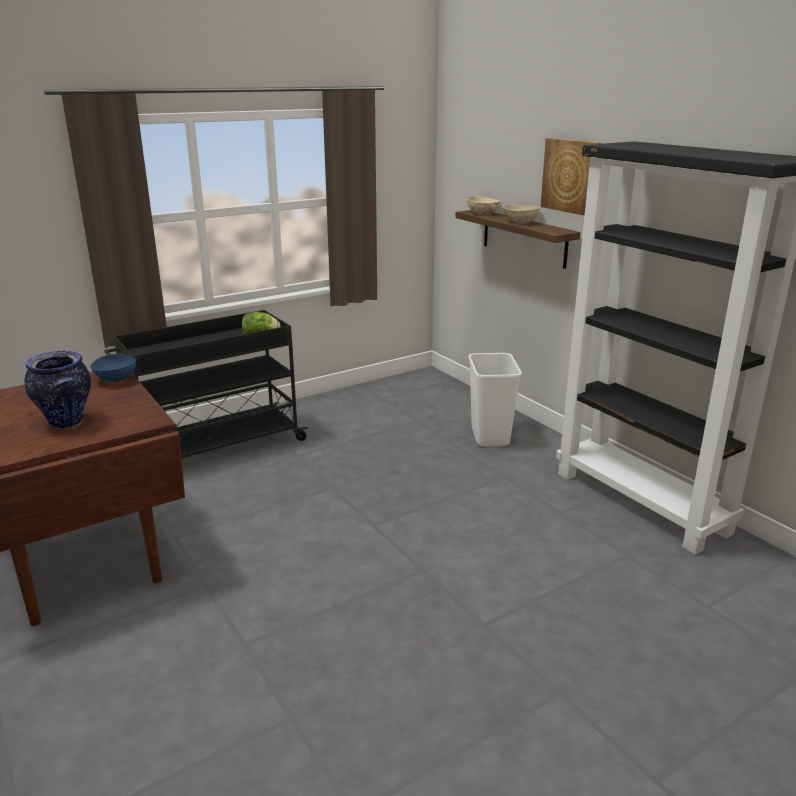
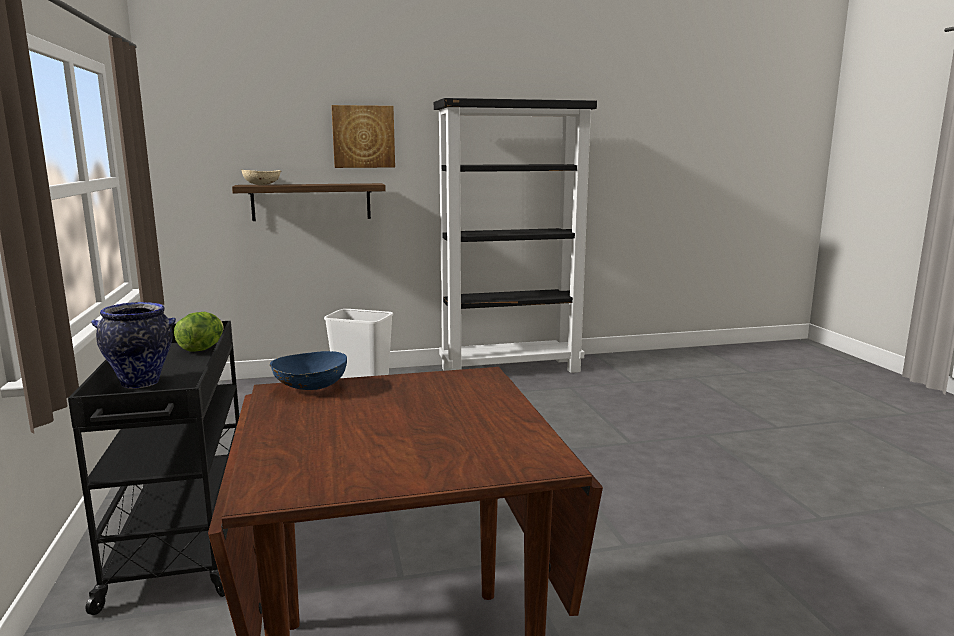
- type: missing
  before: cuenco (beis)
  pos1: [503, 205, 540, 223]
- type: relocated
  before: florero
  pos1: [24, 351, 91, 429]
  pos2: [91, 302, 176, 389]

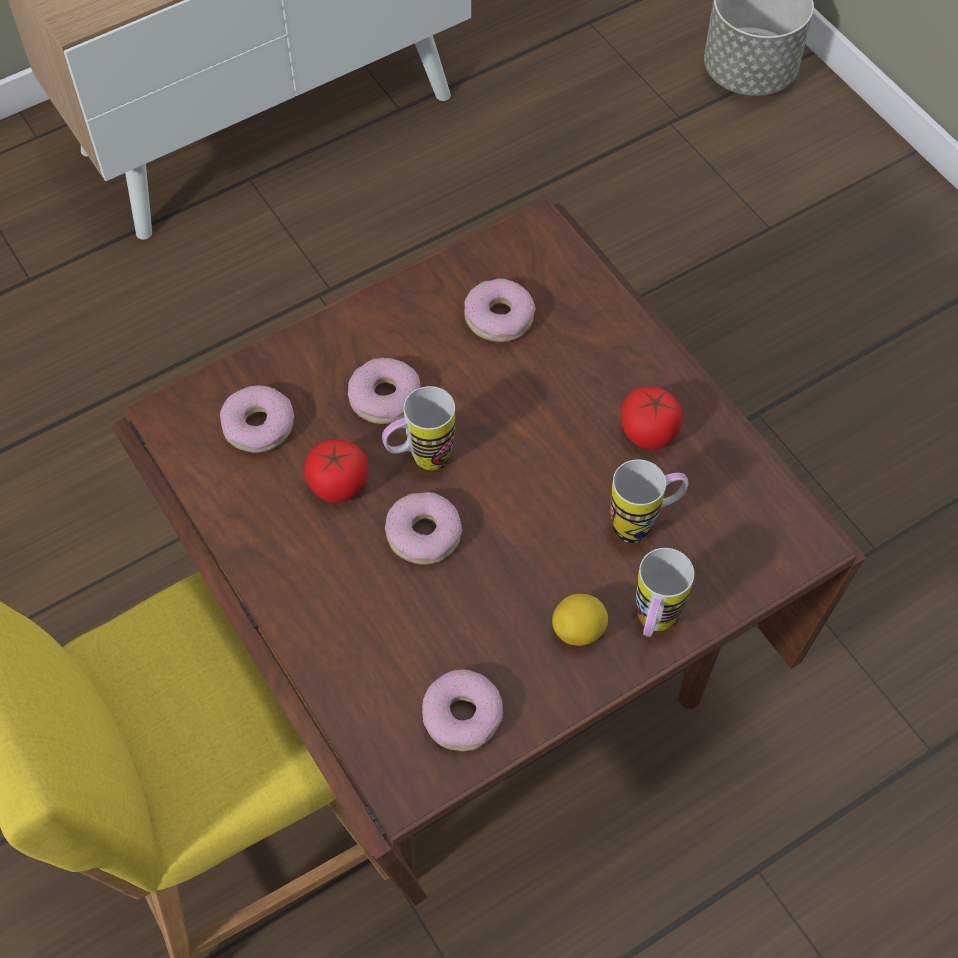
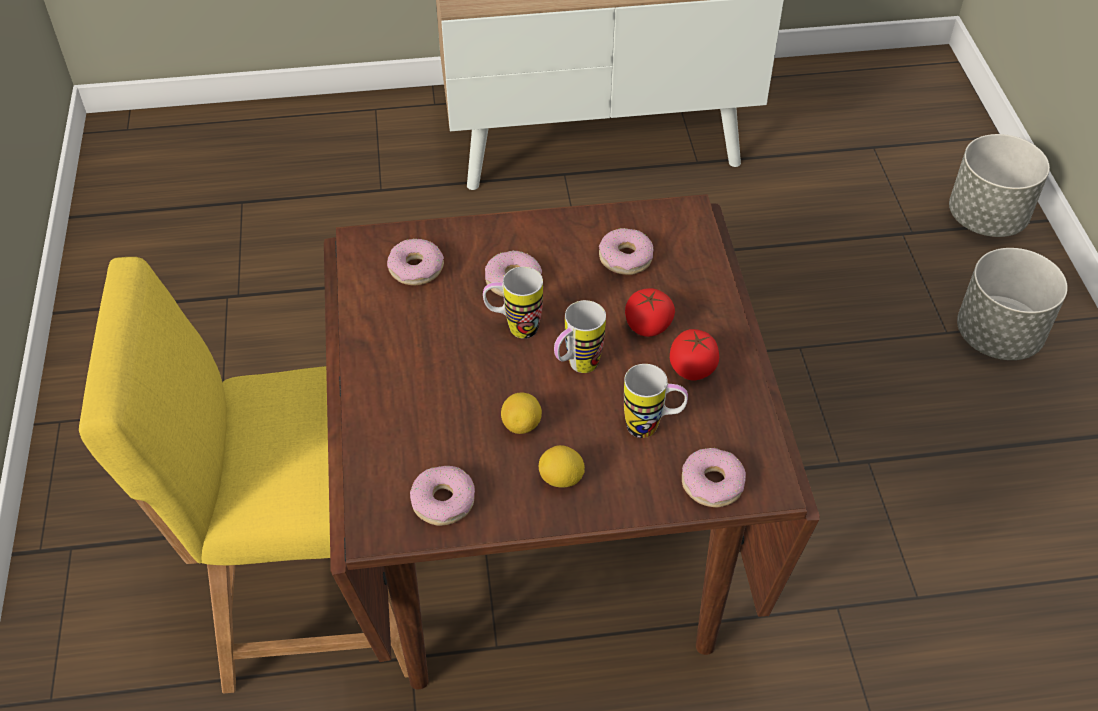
- type: relocated
  before: tomate
  pos1: [304, 440, 368, 503]
  pos2: [625, 288, 675, 337]
- type: relocated
  before: rosquilla
  pos1: [385, 492, 462, 564]
  pos2: [682, 448, 746, 508]
- type: relocated
  before: taza grande
  pos1: [636, 548, 694, 637]
  pos2: [554, 300, 606, 373]
- type: appeared
  after: maceta (gris)
  pos2: [957, 248, 1068, 360]
- type: appeared
  after: limón
  pos2: [501, 393, 542, 434]

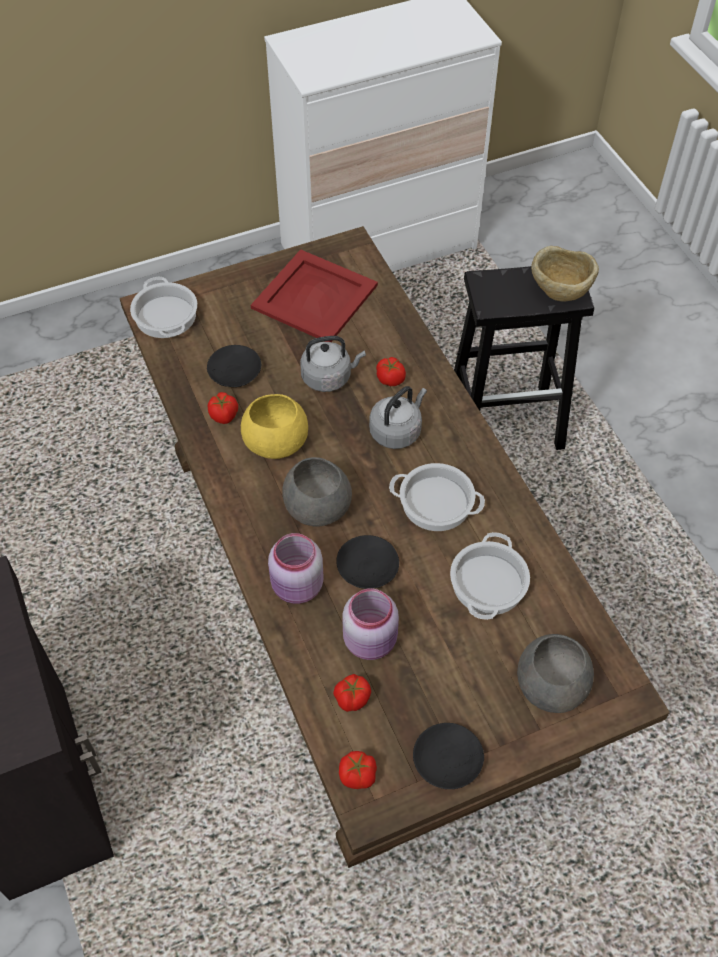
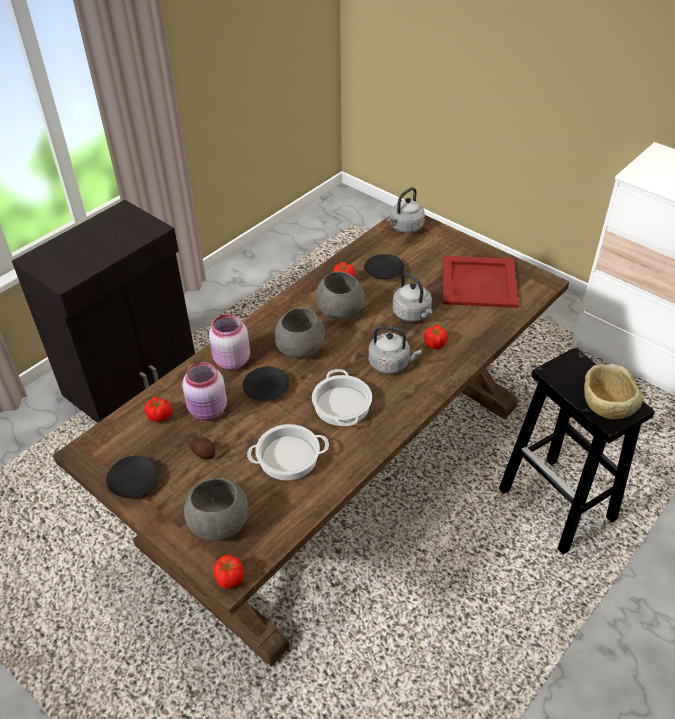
- type: exchanged
  before: olla
  after: hervidor (gris)
  pos1: [130, 277, 197, 338]
  pos2: [386, 187, 425, 233]
- type: colour
  before: cuenco (amarillo)
  after: cuenco (gris)
  pos1: [241, 394, 308, 459]
  pos2: [316, 271, 365, 319]
- type: relocated
  before: tomate
  pos1: [339, 751, 377, 789]
  pos2: [213, 554, 244, 589]
- type: appeared
  after: patata
  pos2: [190, 438, 215, 460]

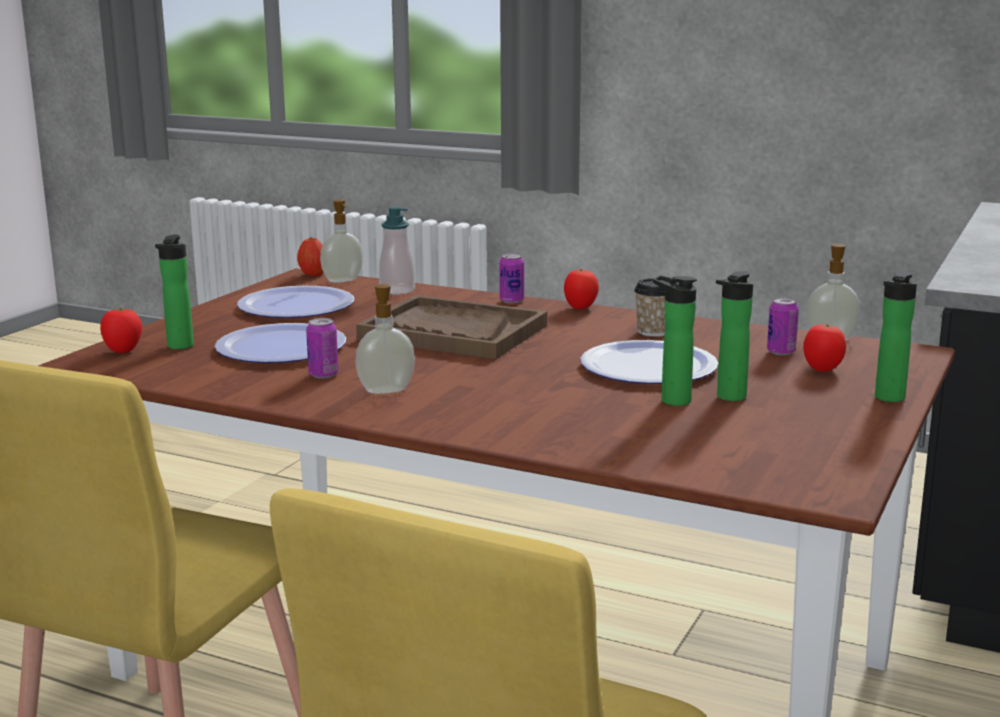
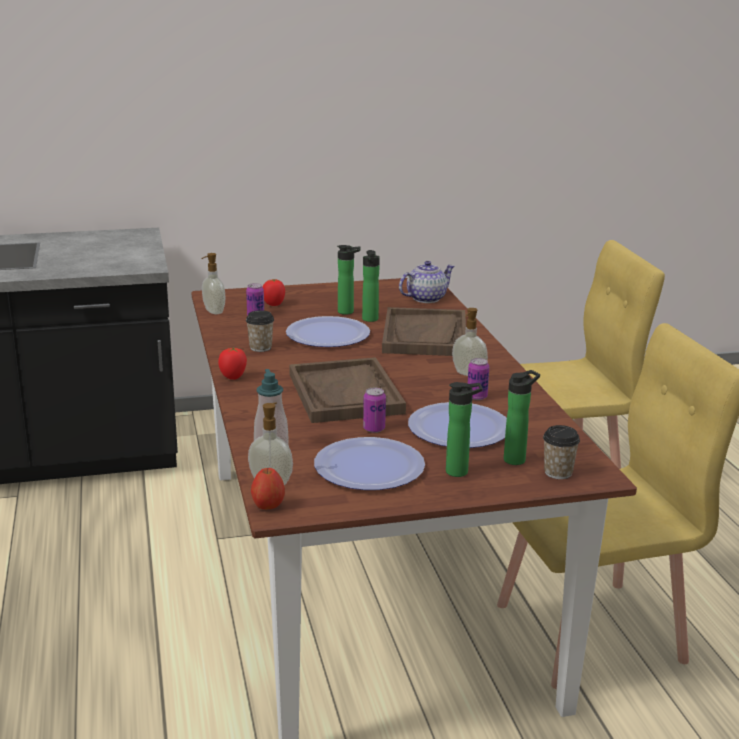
- type: relocated
  before: lata
  pos1: [499, 253, 524, 303]
  pos2: [363, 387, 386, 433]
- type: relocated
  before: botella
  pos1: [875, 271, 917, 402]
  pos2: [446, 382, 483, 477]
- type: exchanged
  before: tomate
  after: taza
  pos1: [100, 308, 142, 353]
  pos2: [543, 425, 580, 479]
- type: appeared
  after: tetera
  pos2: [399, 261, 455, 303]
- type: appeared
  after: bandeja (marrón)
  pos2: [382, 307, 466, 356]

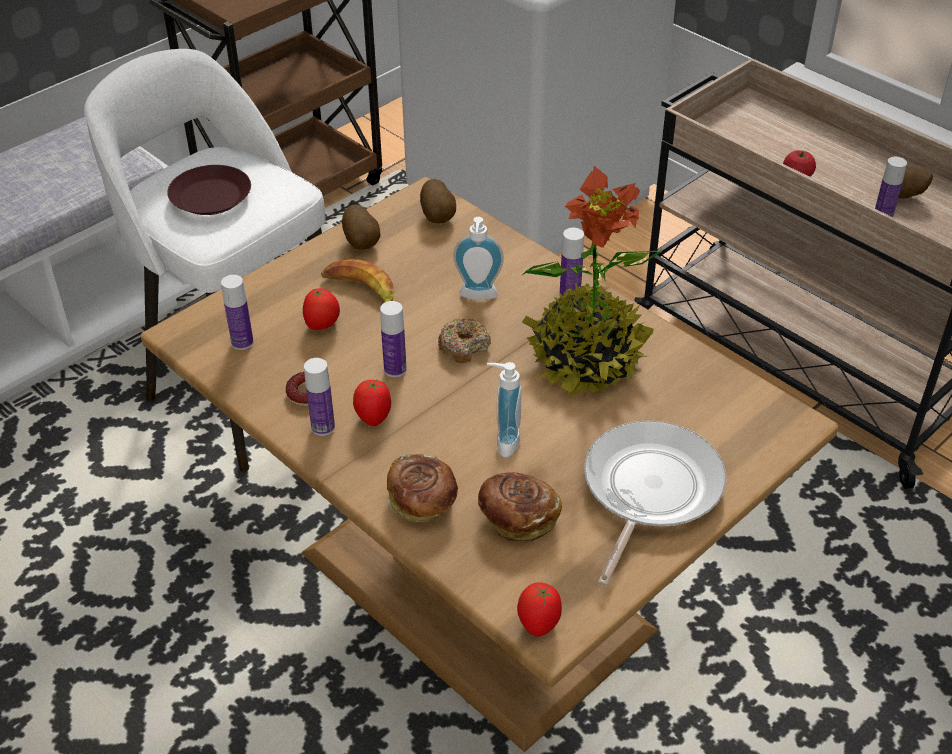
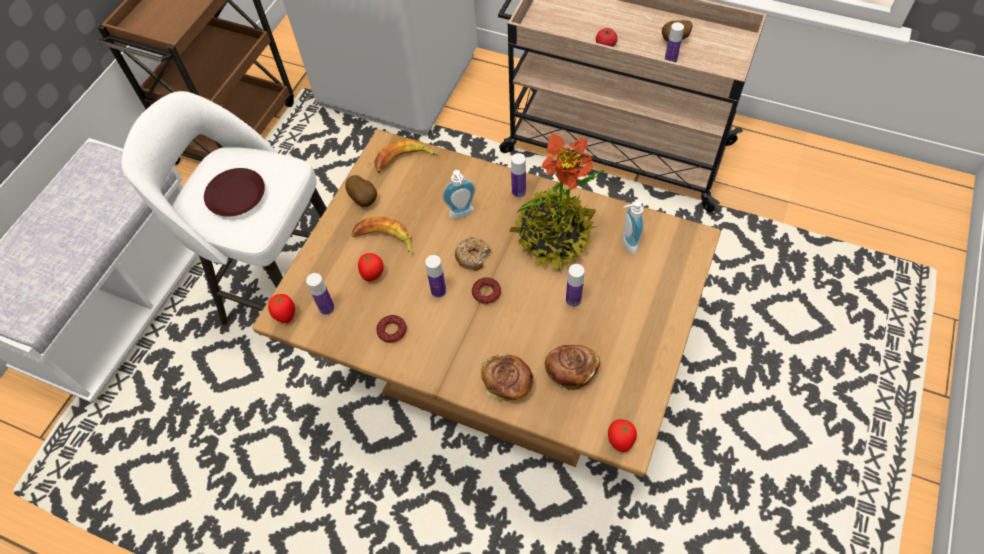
- type: exchanged
  before: patata
  after: plátano
  pos1: [420, 179, 456, 224]
  pos2: [374, 139, 438, 173]
- type: relocated
  before: botella
  pos1: [304, 358, 335, 436]
  pos2: [566, 264, 584, 307]
- type: relocated
  before: dispensador de jabón
  pos1: [487, 362, 522, 457]
  pos2: [623, 201, 644, 254]
- type: relocated
  before: tomate
  pos1: [353, 378, 391, 426]
  pos2: [268, 294, 295, 323]
- type: missing
  before: sartén
  pos1: [584, 420, 726, 587]
- type: appeared
  after: rosquilla
  pos2: [472, 277, 501, 304]

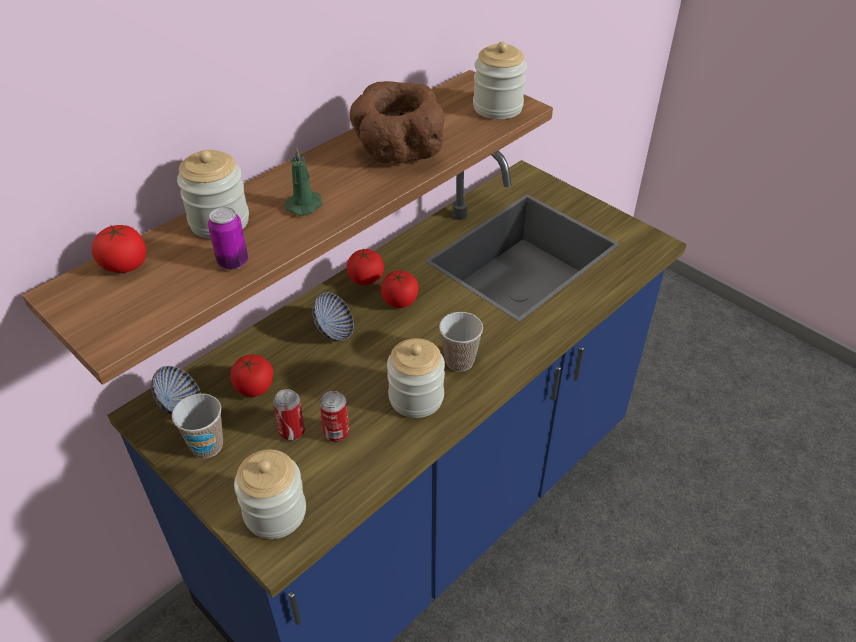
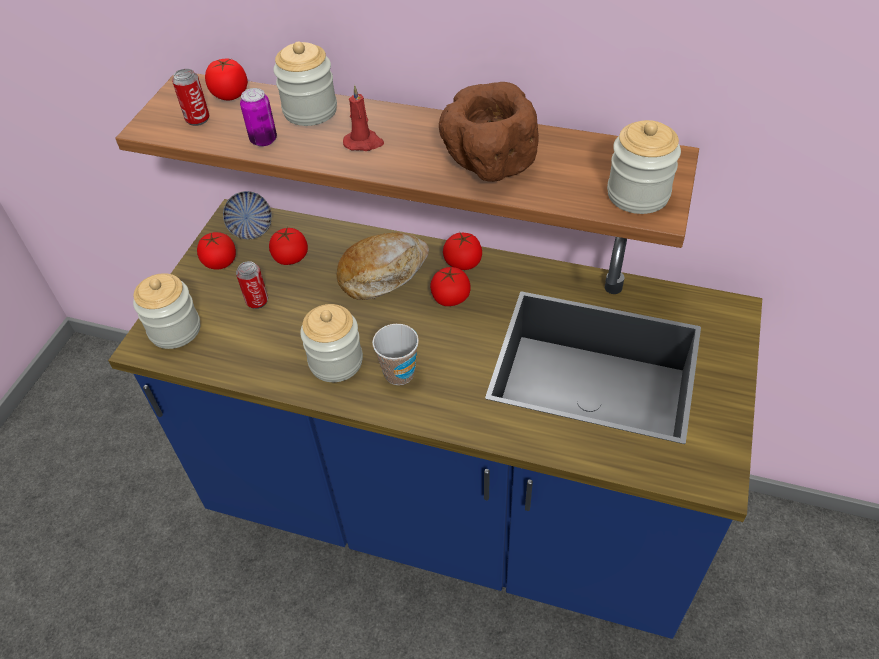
- type: colour
  before: vela (verde)
  after: vela (rojo)
  pos1: [284, 148, 322, 216]
  pos2: [343, 85, 384, 151]
- type: exchanged
  before: cuenco
  after: pan
  pos1: [313, 292, 354, 341]
  pos2: [336, 233, 429, 300]
- type: relocated
  before: lata
  pos1: [319, 391, 349, 442]
  pos2: [172, 69, 209, 126]
- type: exchanged
  before: taza
  after: tomate
  pos1: [172, 393, 223, 458]
  pos2: [197, 232, 236, 270]

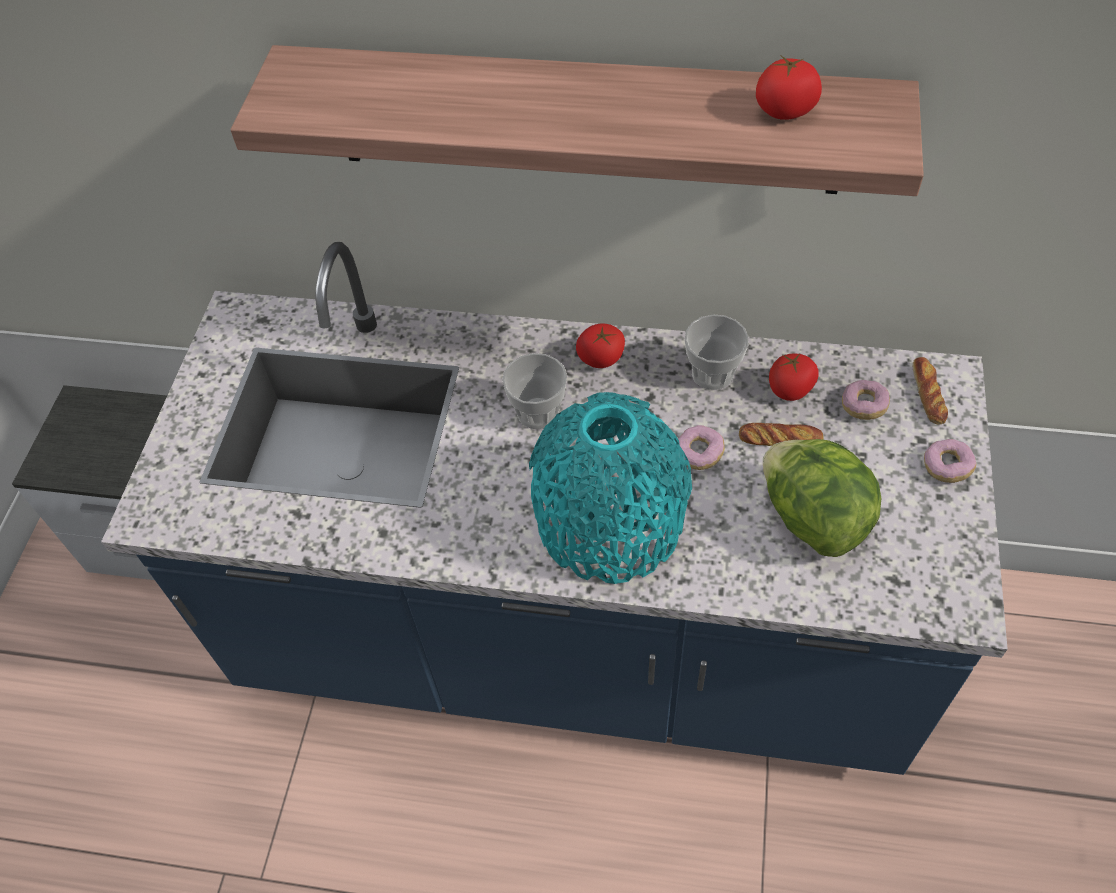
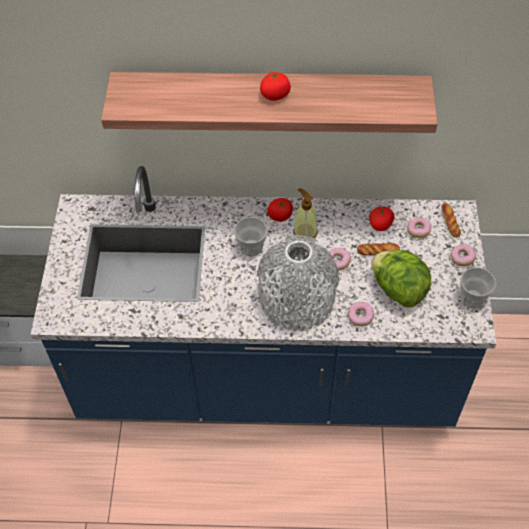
- type: relocated
  before: tomate
  pos1: [756, 55, 822, 120]
  pos2: [260, 71, 291, 101]
- type: relocated
  before: taza
  pos1: [685, 315, 749, 390]
  pos2: [460, 267, 496, 308]
- type: colour
  before: florero (turquesa)
  after: florero (gris)
  pos1: [529, 392, 692, 584]
  pos2: [257, 235, 339, 331]
- type: appeared
  after: dispensador de jabón
  pos2: [293, 188, 318, 238]
- type: appeared
  after: rosquilla
  pos2: [348, 302, 374, 326]

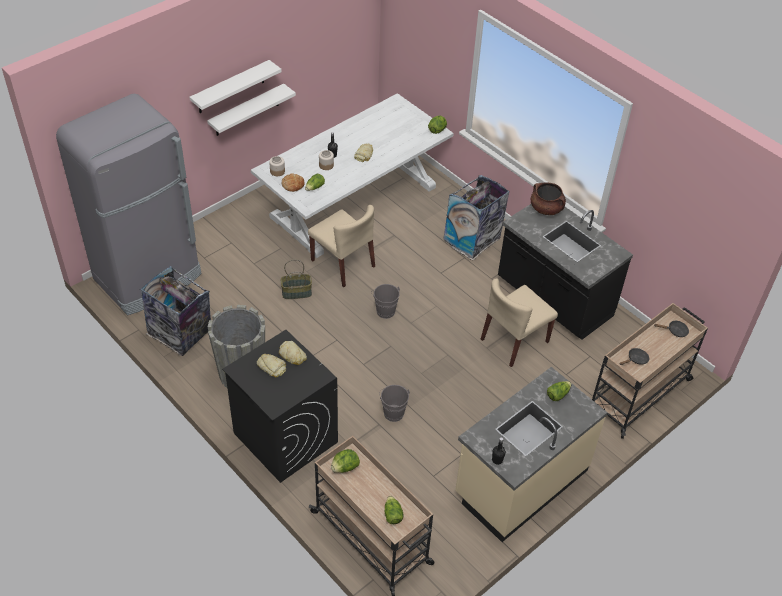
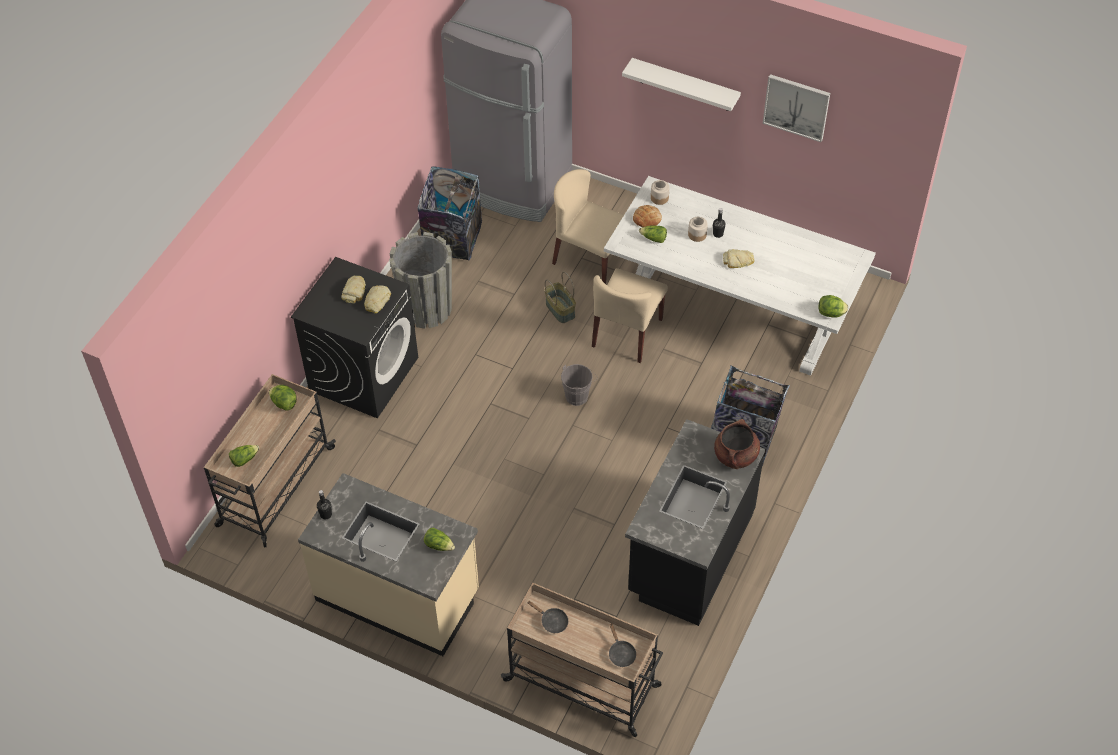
- type: missing
  before: estante (blanco)
  pos1: [207, 84, 296, 136]
- type: relocated
  before: silla (beis)
  pos1: [481, 278, 558, 367]
  pos2: [552, 169, 624, 284]
- type: missing
  before: cubo (gris)
  pos1: [379, 385, 410, 422]
- type: appeared
  after: cuadro
  pos2: [763, 74, 830, 142]

